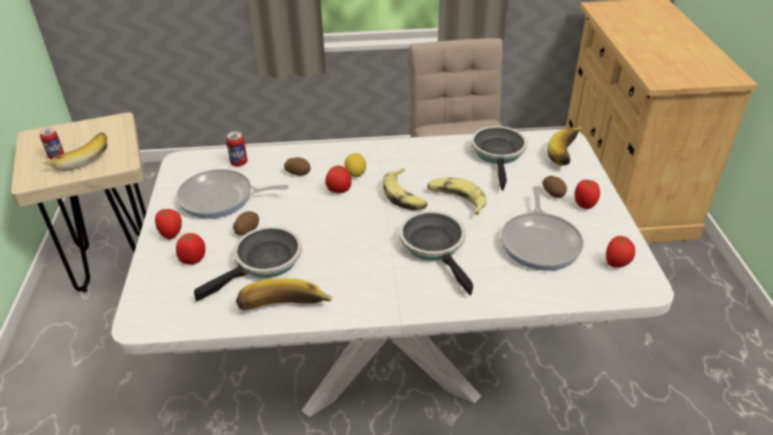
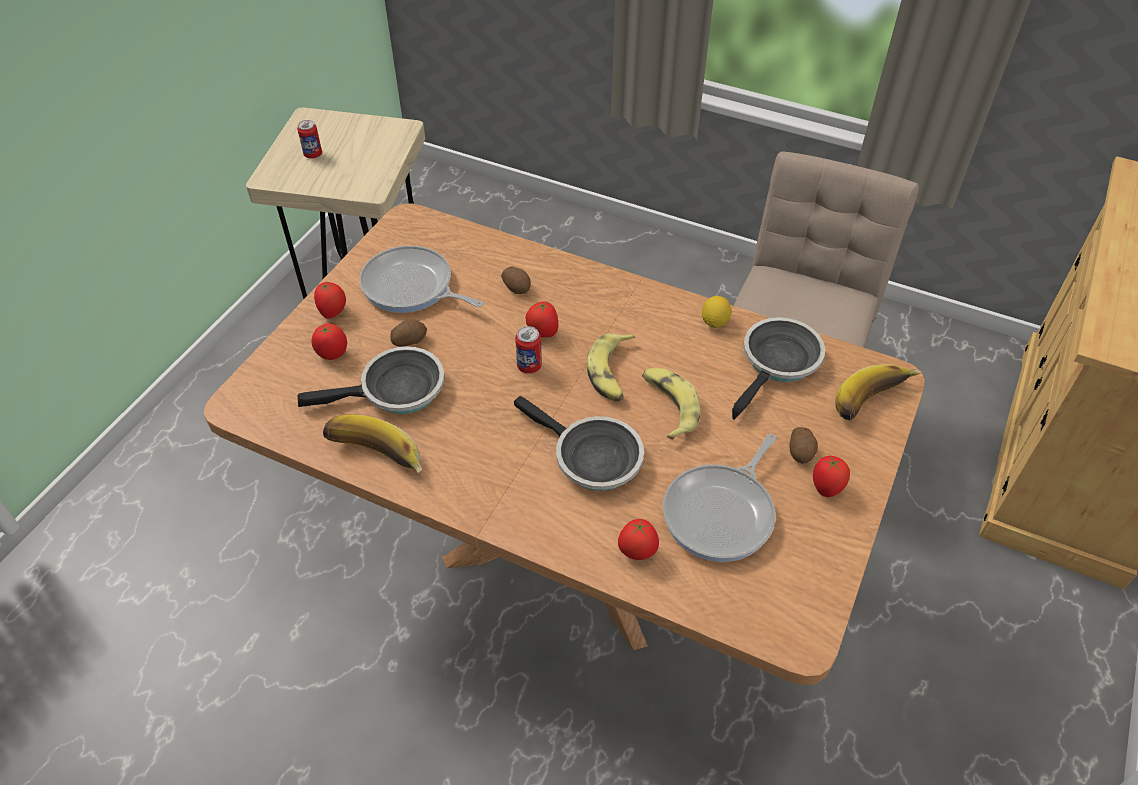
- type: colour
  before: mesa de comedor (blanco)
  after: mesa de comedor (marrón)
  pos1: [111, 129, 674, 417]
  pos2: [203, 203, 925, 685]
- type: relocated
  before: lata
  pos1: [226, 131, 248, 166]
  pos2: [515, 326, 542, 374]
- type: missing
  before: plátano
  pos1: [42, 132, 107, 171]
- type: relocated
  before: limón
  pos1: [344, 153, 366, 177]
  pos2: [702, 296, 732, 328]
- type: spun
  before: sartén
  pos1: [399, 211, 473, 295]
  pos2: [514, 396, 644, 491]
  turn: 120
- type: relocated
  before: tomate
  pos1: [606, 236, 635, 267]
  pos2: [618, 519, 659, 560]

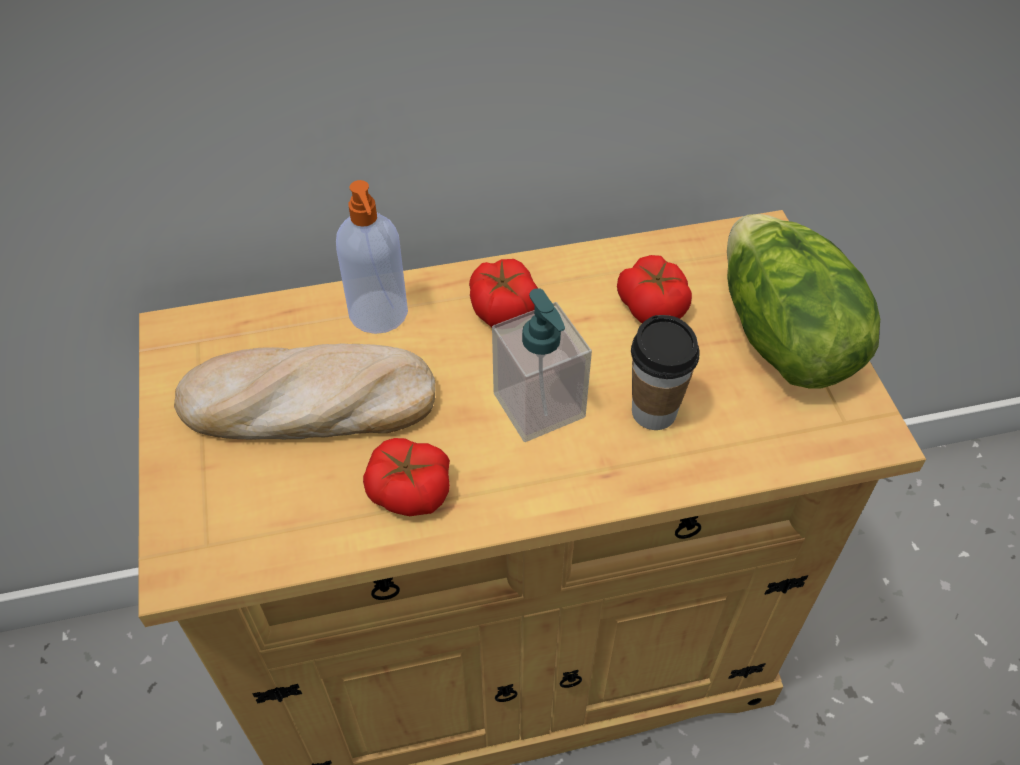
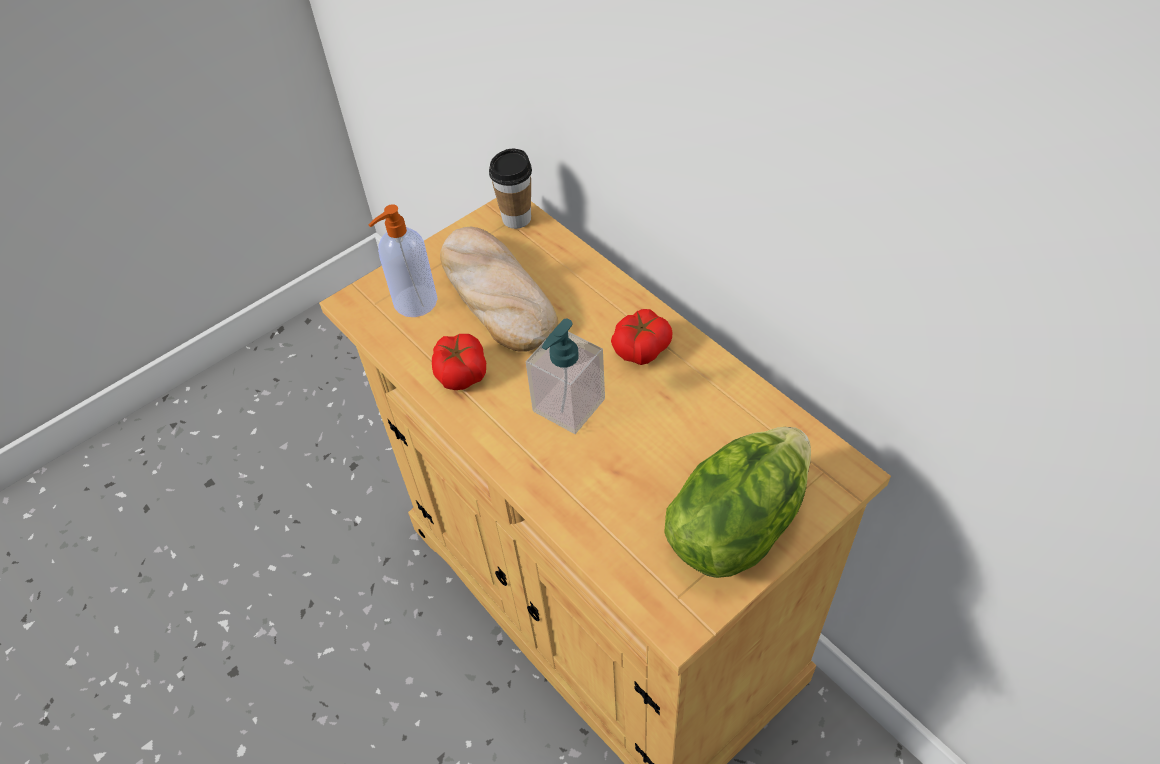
- type: relocated
  before: dispensador de jabón
  pos1: [336, 180, 408, 334]
  pos2: [368, 204, 438, 317]
- type: missing
  before: tomate
  pos1: [617, 255, 692, 323]
- type: relocated
  before: taza
  pos1: [631, 315, 699, 430]
  pos2: [489, 149, 532, 229]

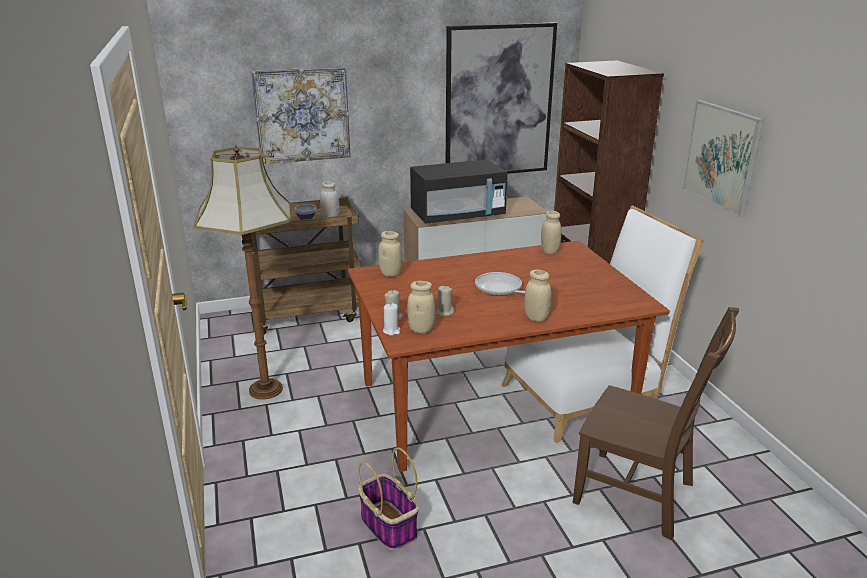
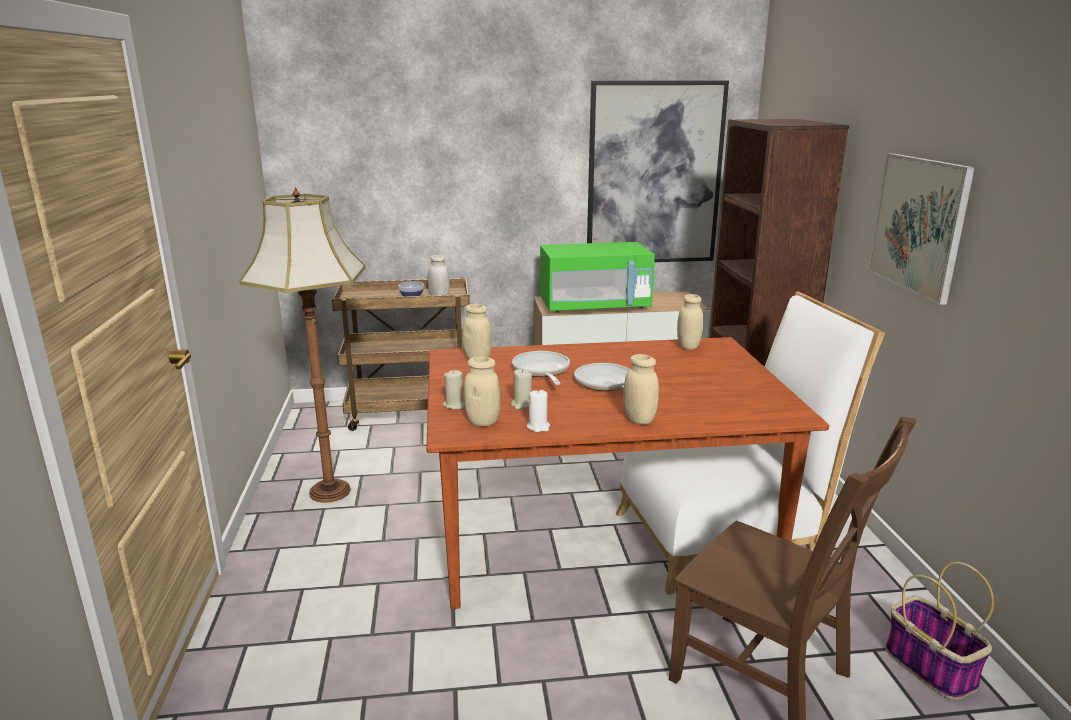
- type: missing
  before: cuadro
  pos1: [251, 66, 351, 164]
- type: colour
  before: microondas (negro)
  after: microondas (verde)
  pos1: [410, 160, 508, 224]
  pos2: [540, 242, 655, 312]
- type: relocated
  before: vela (blanco)
  pos1: [383, 303, 400, 335]
  pos2: [527, 389, 550, 432]
- type: relocated
  before: cesta
  pos1: [358, 447, 419, 550]
  pos2: [885, 562, 994, 700]
- type: appeared
  after: sartén
  pos2: [512, 351, 570, 385]

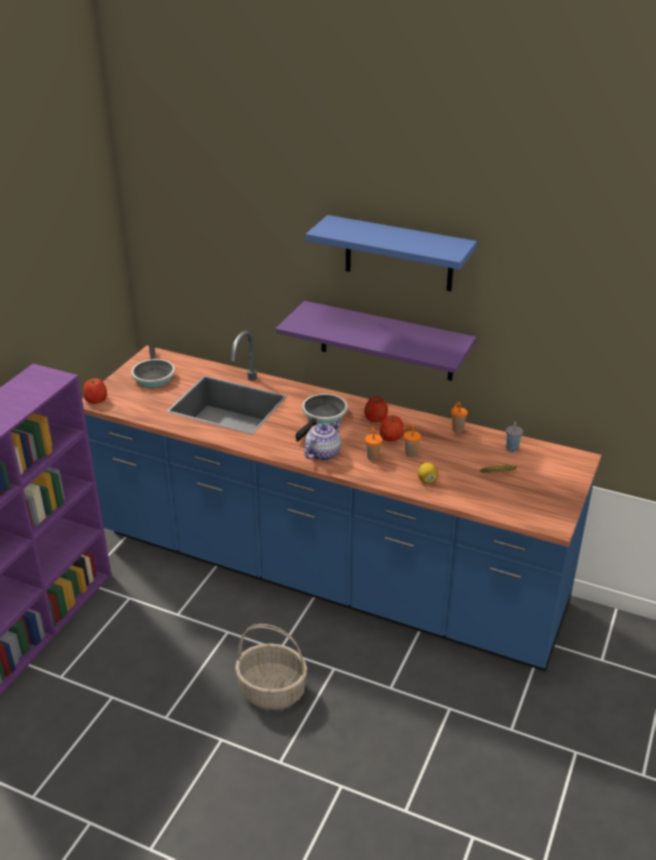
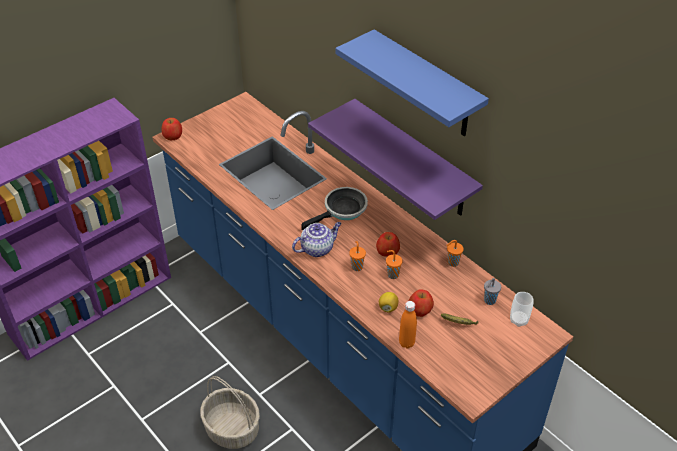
- type: missing
  before: sartén
  pos1: [131, 343, 175, 387]
- type: relocated
  before: manzana
  pos1: [364, 396, 388, 422]
  pos2: [409, 289, 434, 317]
- type: appeared
  after: taza
  pos2: [510, 292, 534, 327]
- type: appeared
  after: botella (naranja)
  pos2: [399, 301, 417, 349]

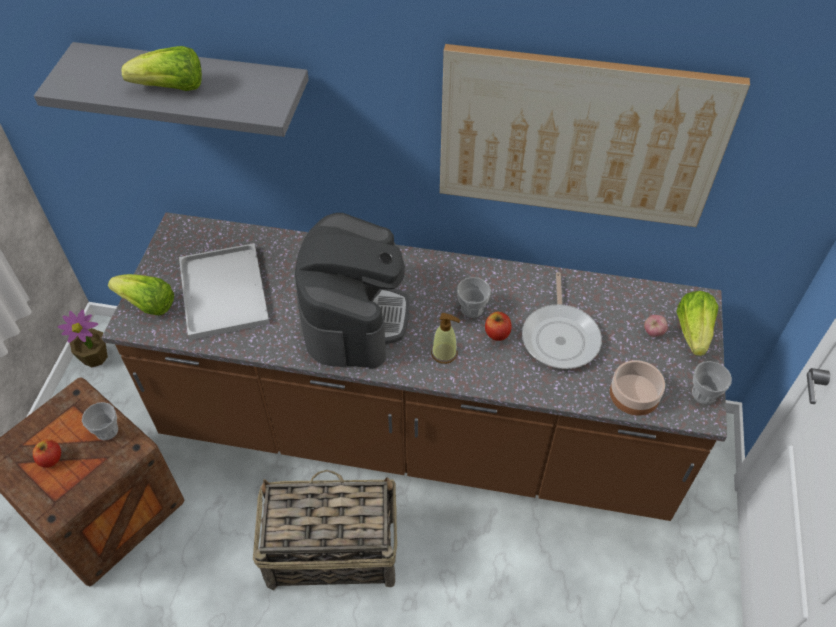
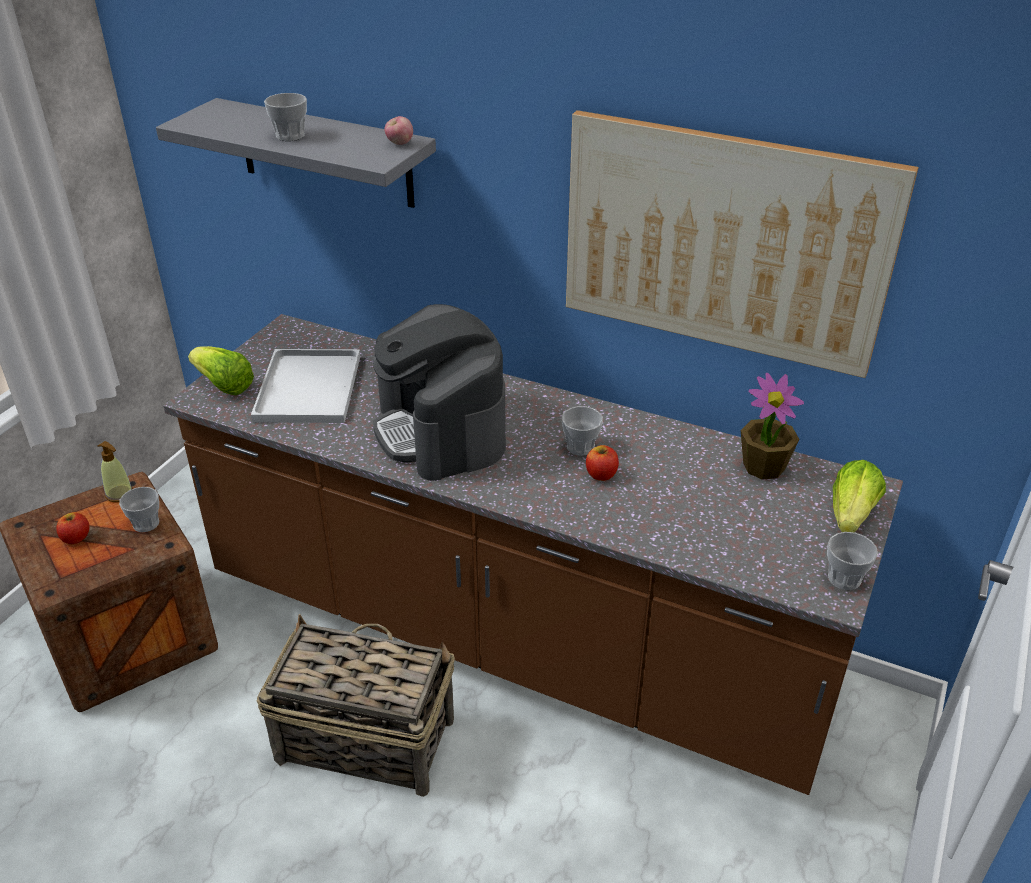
- type: exchanged
  before: lechuga
  after: taza
  pos1: [121, 46, 202, 91]
  pos2: [264, 93, 307, 141]
- type: spun
  before: cafetera
  pos1: [295, 213, 409, 369]
  pos2: [373, 304, 506, 481]
  turn: 135
- type: missing
  before: sartén
  pos1: [522, 272, 602, 369]
- type: relocated
  before: planta en maceta
  pos1: [58, 309, 108, 367]
  pos2: [741, 373, 804, 480]
- type: relocated
  before: dispensador de jabón
  pos1: [431, 313, 460, 364]
  pos2: [98, 441, 133, 502]
- type: relocated
  before: manzana
  pos1: [644, 315, 668, 337]
  pos2: [384, 116, 413, 145]
- type: missing
  before: cuenco
  pos1: [610, 360, 665, 416]

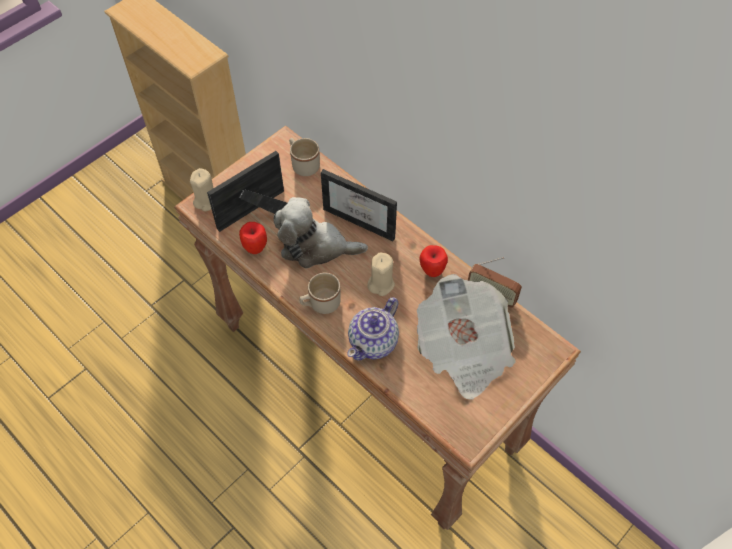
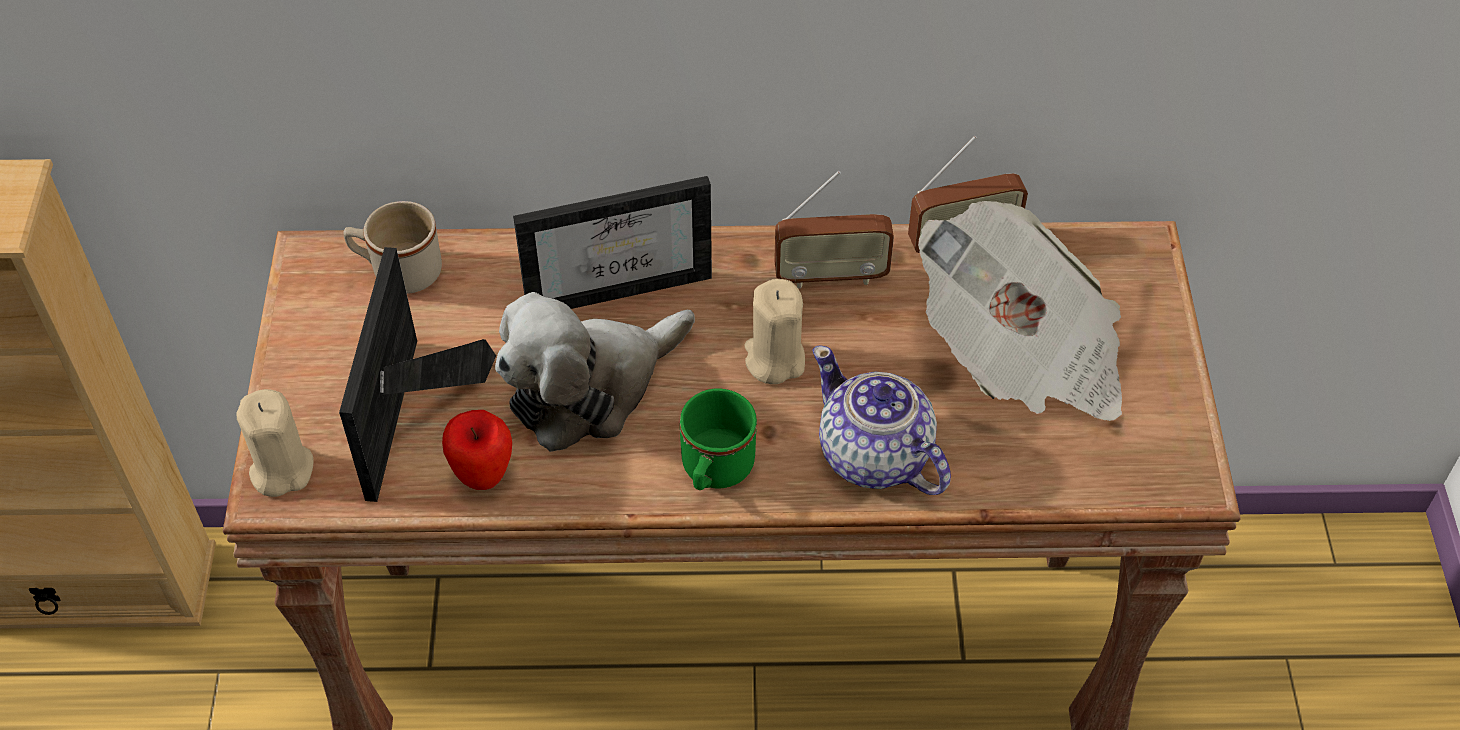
- type: exchanged
  before: manzana
  after: radio
  pos1: [419, 245, 448, 277]
  pos2: [774, 171, 894, 289]
- type: colour
  before: taza grande (beis)
  after: taza grande (verde)
  pos1: [300, 273, 341, 314]
  pos2: [680, 388, 757, 490]
- type: spun
  before: tetera
  pos1: [348, 297, 399, 361]
  pos2: [812, 345, 951, 495]
  turn: 150

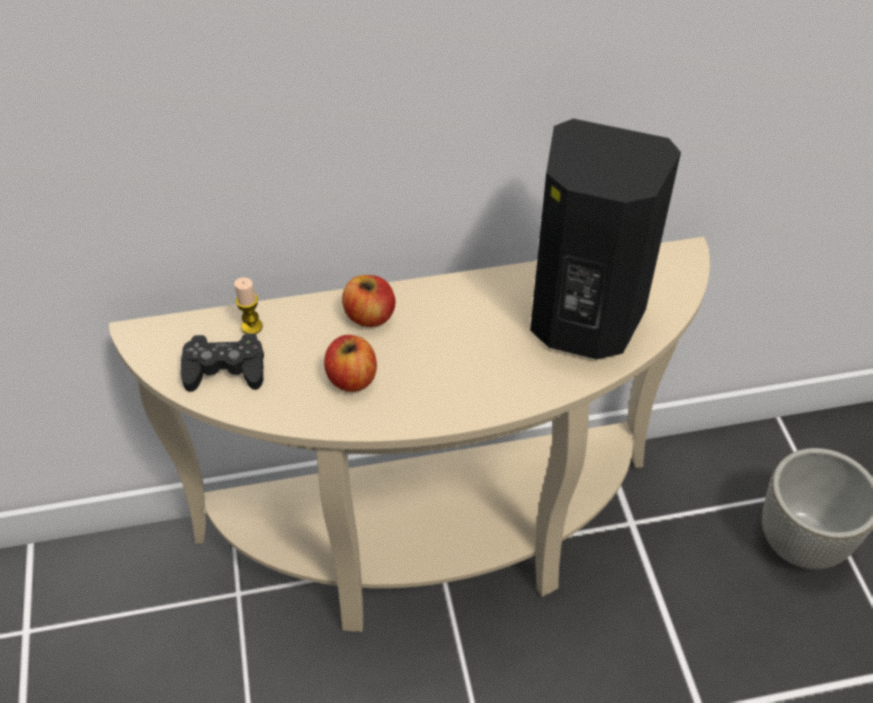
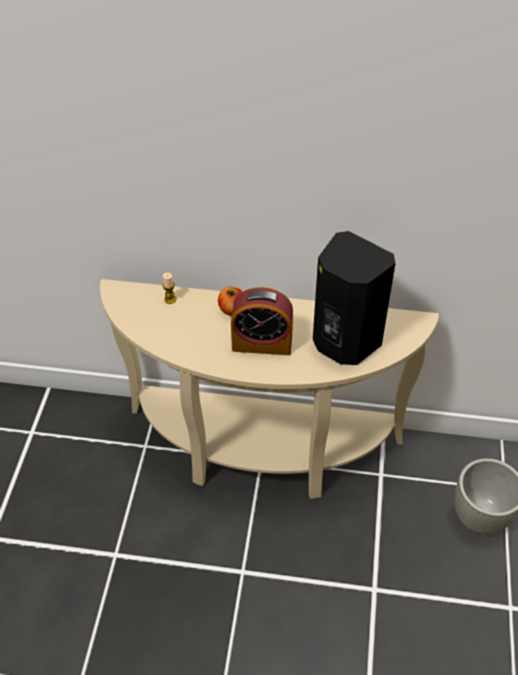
- type: missing
  before: mando de consola (negro)
  pos1: [181, 333, 264, 392]
- type: missing
  before: manzana
  pos1: [324, 335, 377, 392]
- type: appeared
  after: despertador
  pos2: [231, 287, 293, 355]

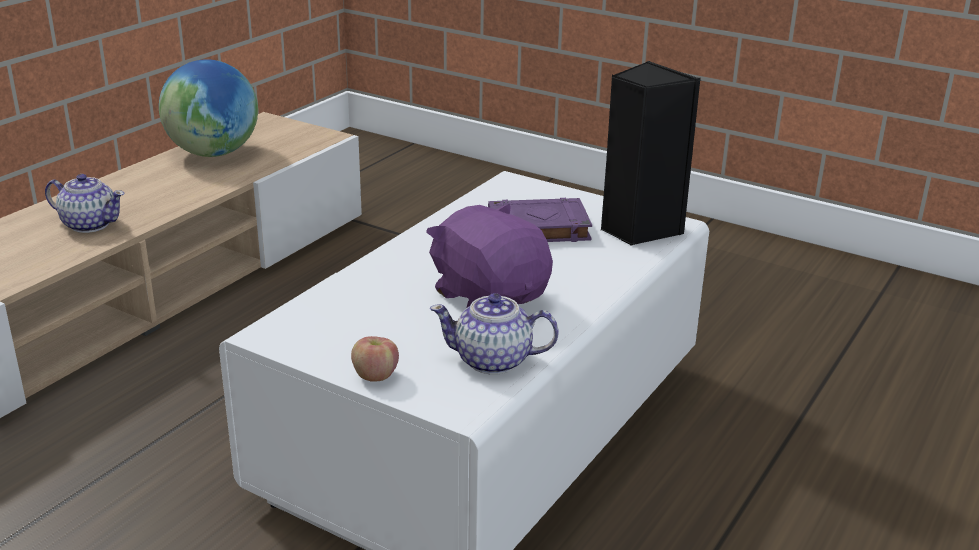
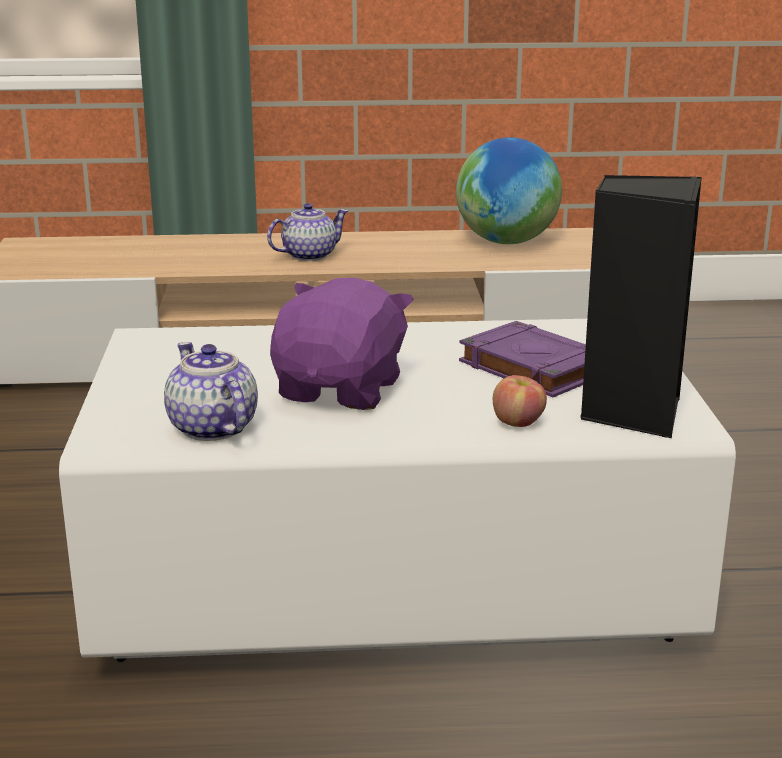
- type: spun
  before: tetera
  pos1: [45, 174, 125, 233]
  pos2: [267, 203, 348, 261]
  turn: -105
- type: relocated
  before: manzana
  pos1: [351, 336, 399, 382]
  pos2: [493, 375, 547, 427]

